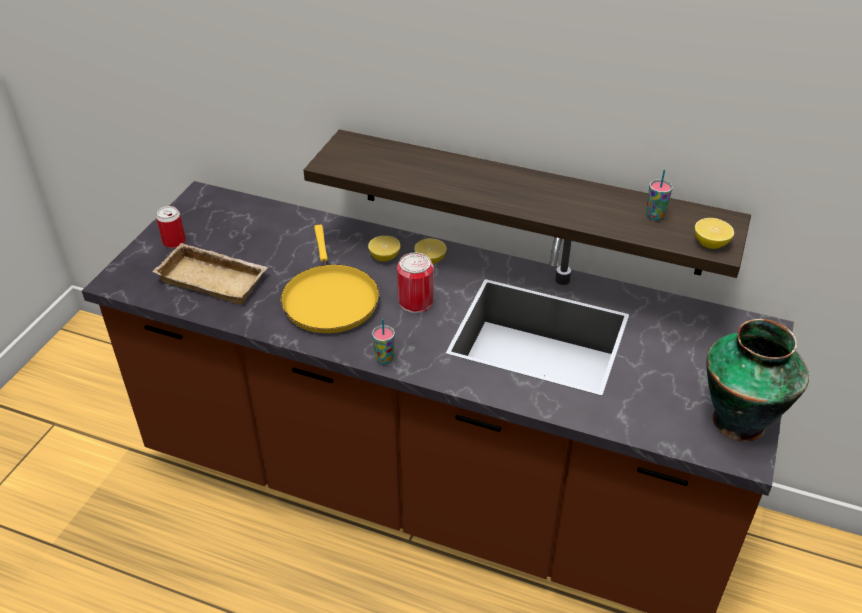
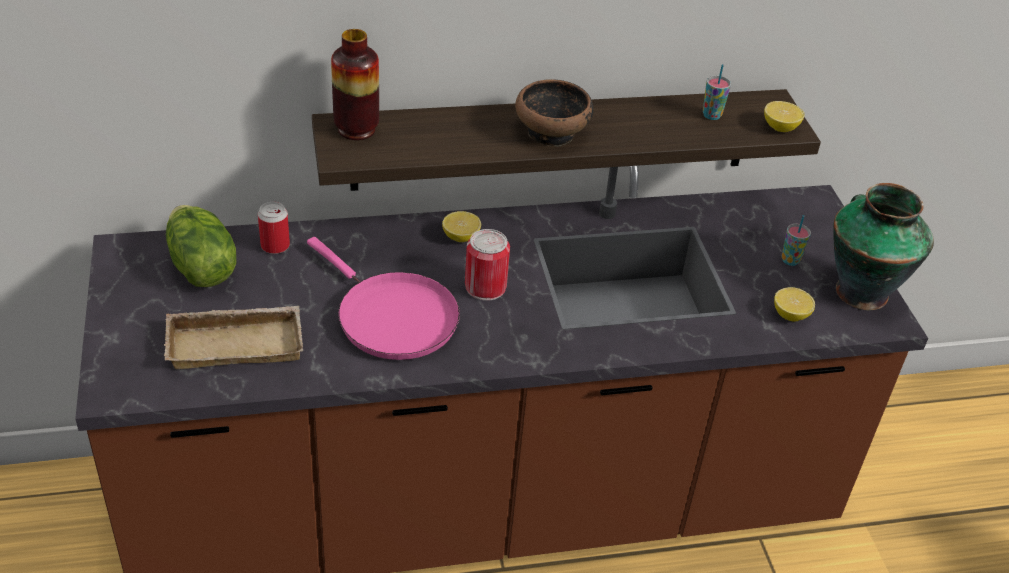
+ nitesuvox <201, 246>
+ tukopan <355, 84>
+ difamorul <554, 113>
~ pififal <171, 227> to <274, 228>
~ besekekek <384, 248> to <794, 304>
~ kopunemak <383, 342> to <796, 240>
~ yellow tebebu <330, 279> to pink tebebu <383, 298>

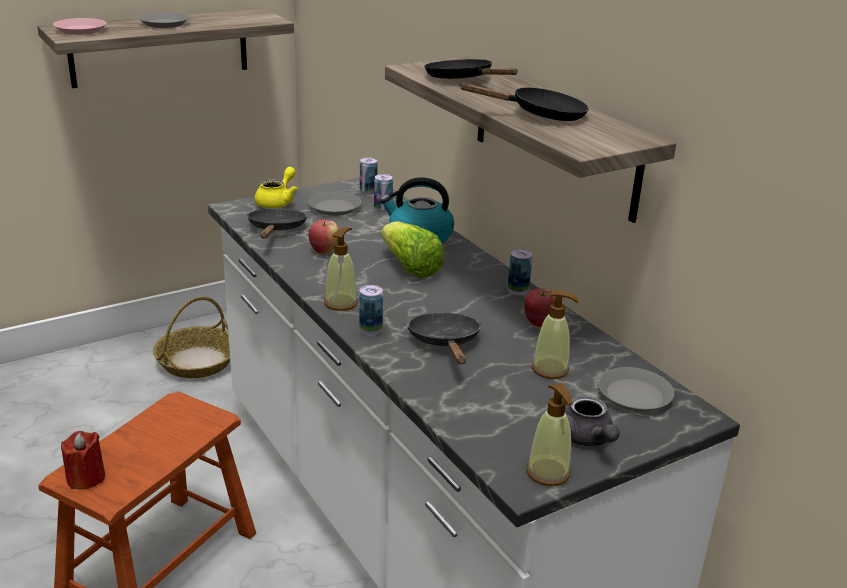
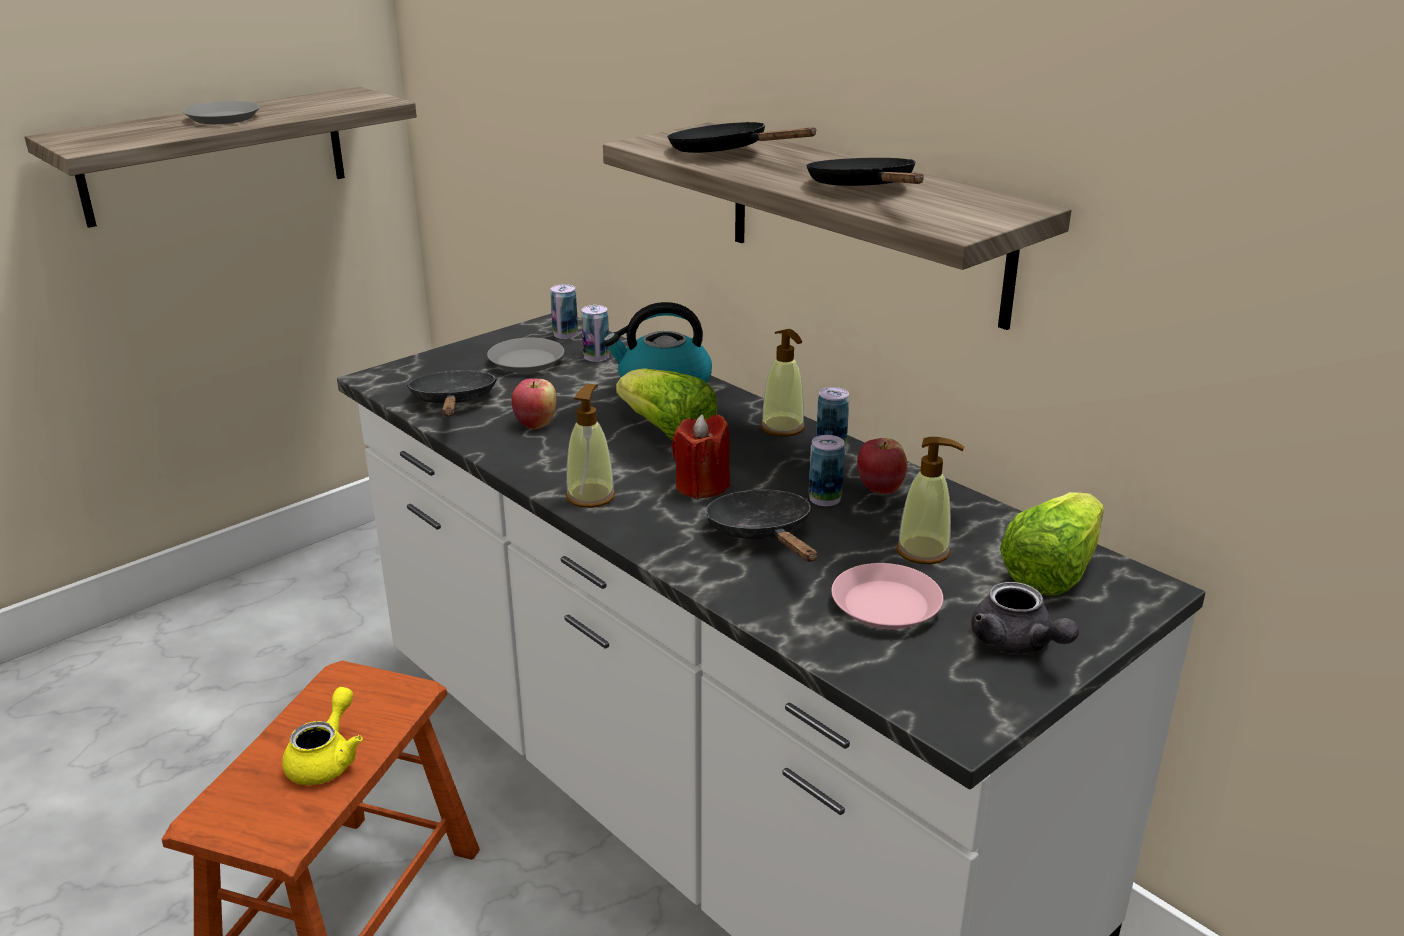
- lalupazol <191, 337>
~ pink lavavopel <79, 26> to <887, 596>
~ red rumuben <83, 460> to <701, 456>
~ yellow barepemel <276, 187> to <322, 736>
~ pififal <371, 310> to <827, 470>
~ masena <549, 434> to <783, 382>
~ grey lavavopel <636, 389> to nitesuvox <1052, 544>
~ black tebebu <524, 102> = <865, 172> 90 degrees counterclockwise

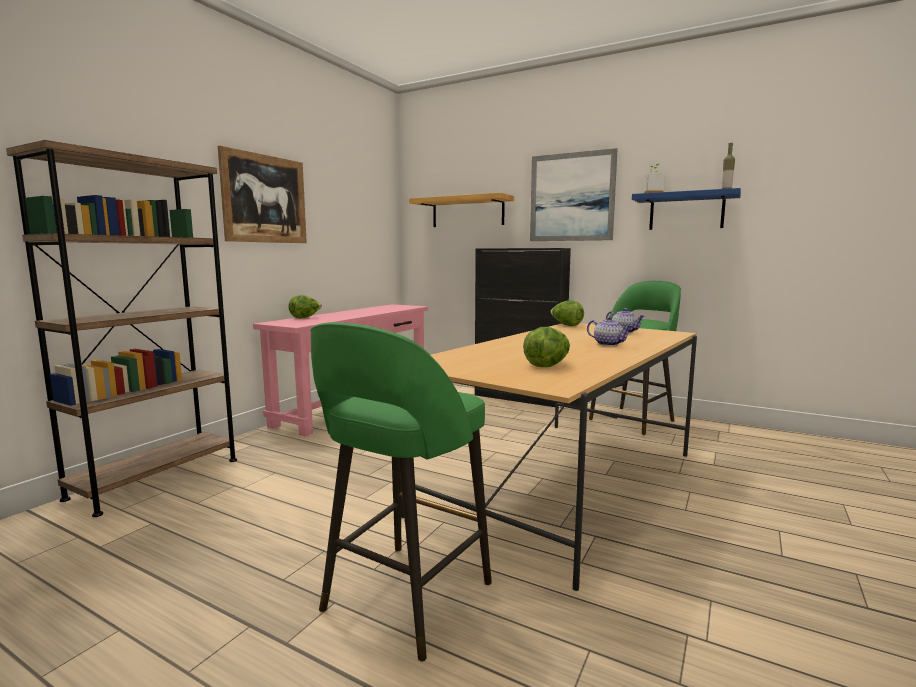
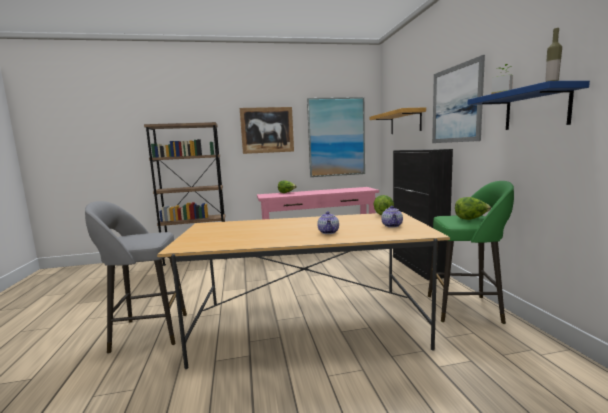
+ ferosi <336, 137>
~ nitesuvox <546, 347> to <473, 208>
~ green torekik <401, 492> to grey torekik <136, 277>

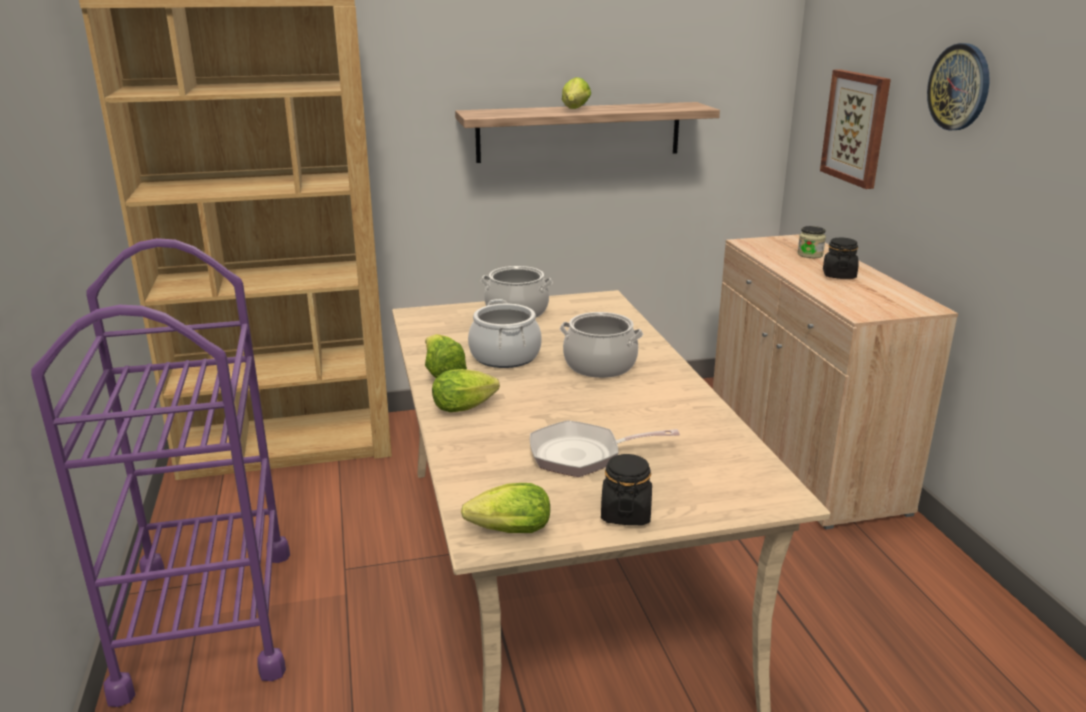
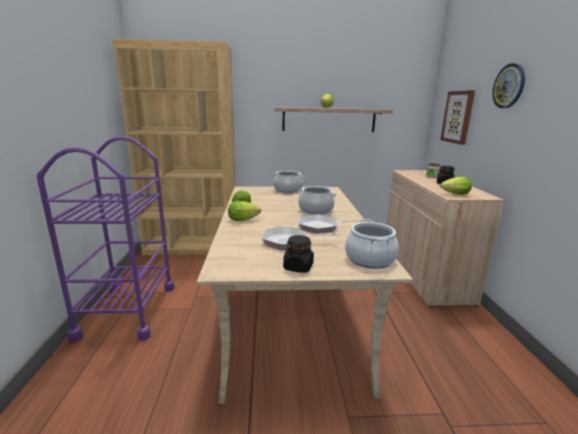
+ tebebu <332, 224>
~ nitesuvox <505, 508> to <456, 186>
~ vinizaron <505, 333> to <372, 243>

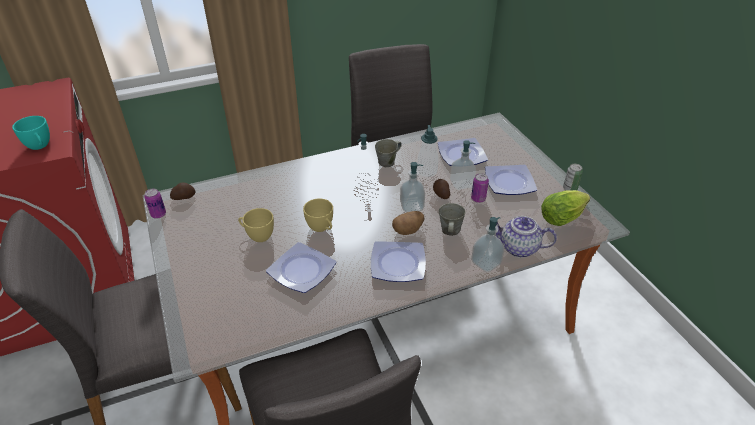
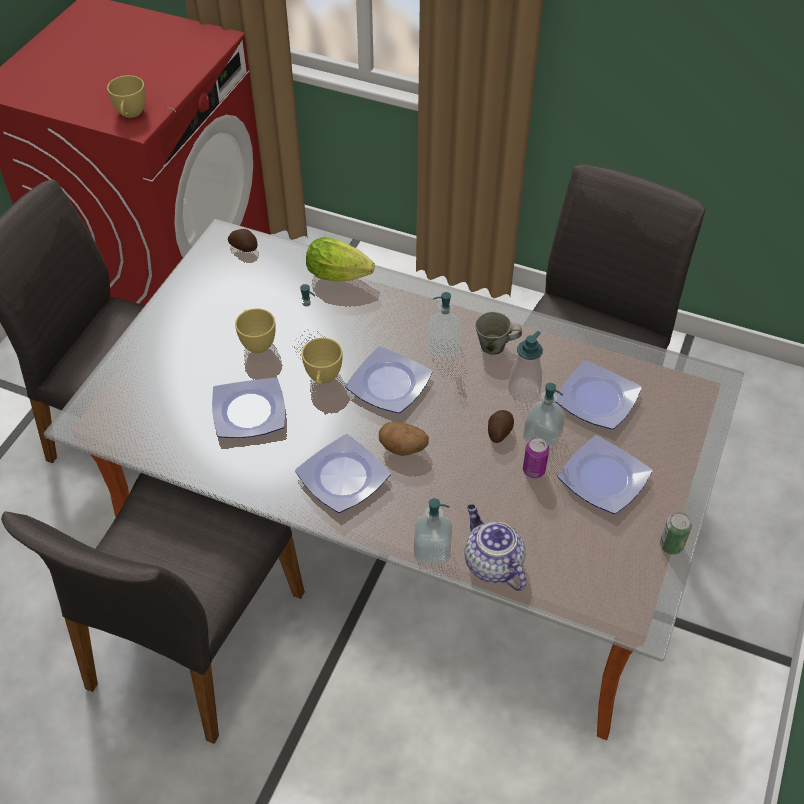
- pififal <155, 203>
- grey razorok <452, 219>
+ lavavopel <388, 379>
~ masena <412, 187> to <309, 315>
~ nitesuvox <565, 208> to <340, 259>
~ turquoise kopunemak <31, 133> to yellow kopunemak <126, 96>

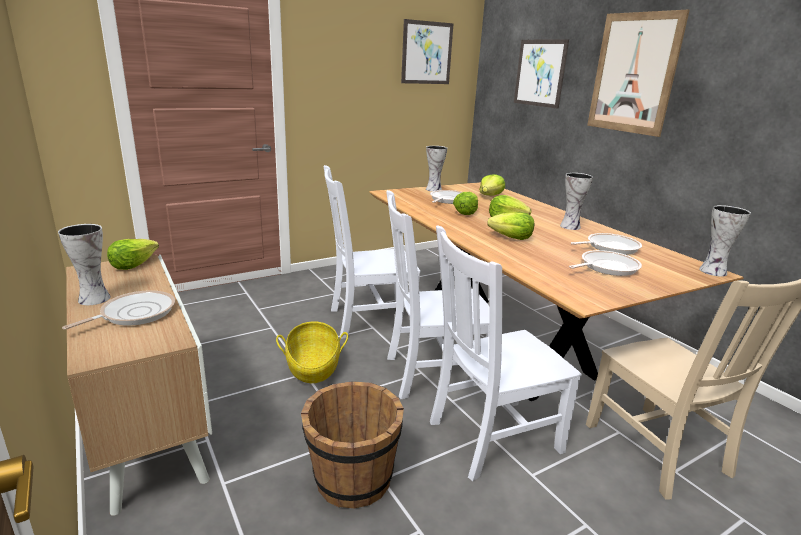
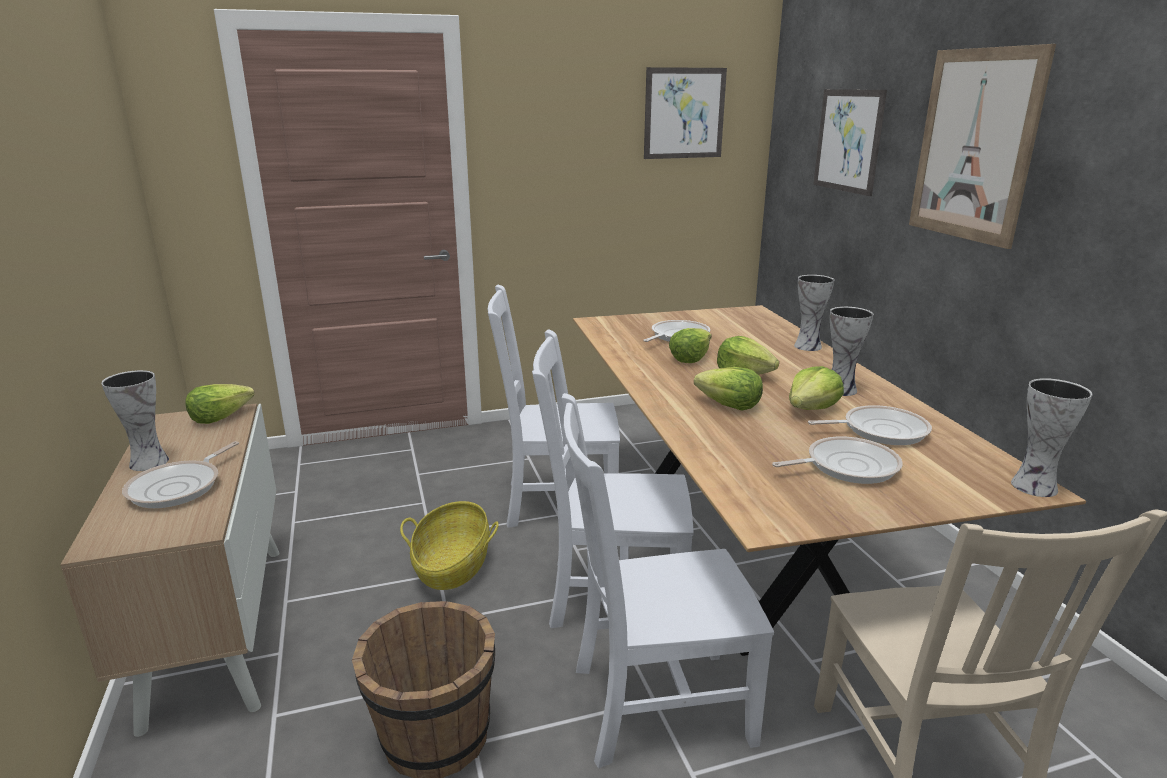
~ tukopan <436, 169> to <814, 313>
~ nitesuvox <492, 184> to <816, 388>
~ tebebu <118, 310> = <180, 474> 150 degrees clockwise

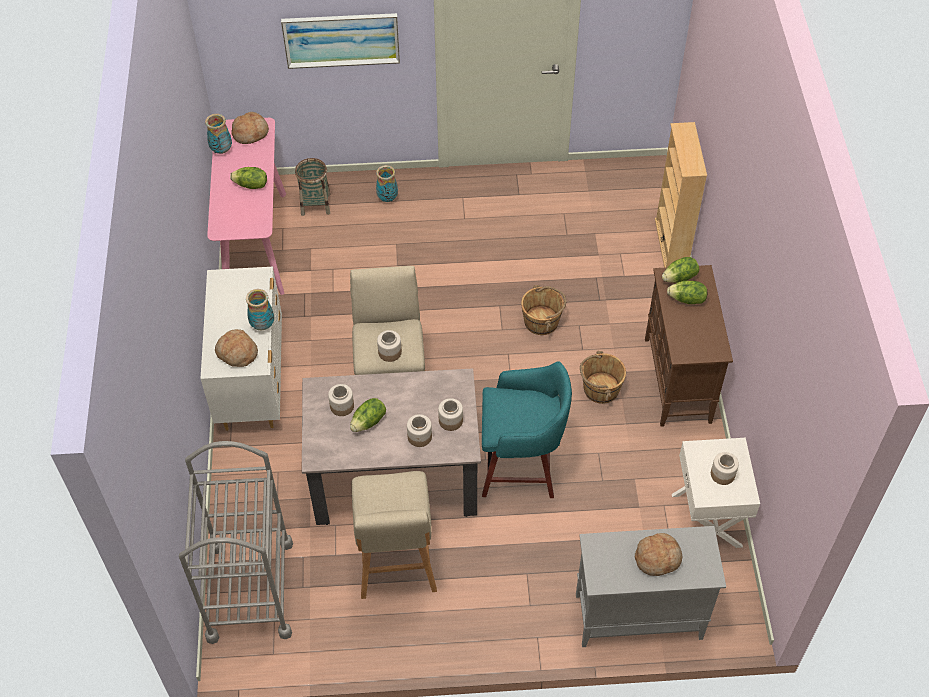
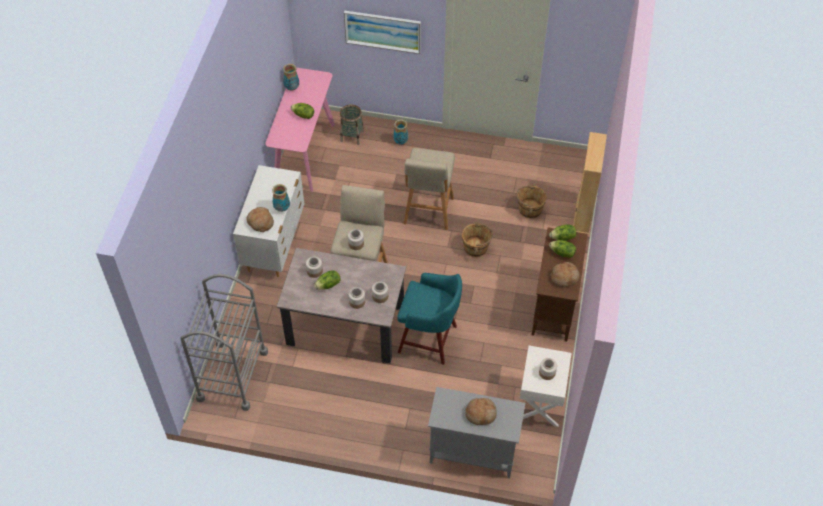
~ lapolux <250, 128> to <565, 274>
~ beige torekik <394, 535> to <429, 189>
~ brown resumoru <603, 377> to <531, 201>

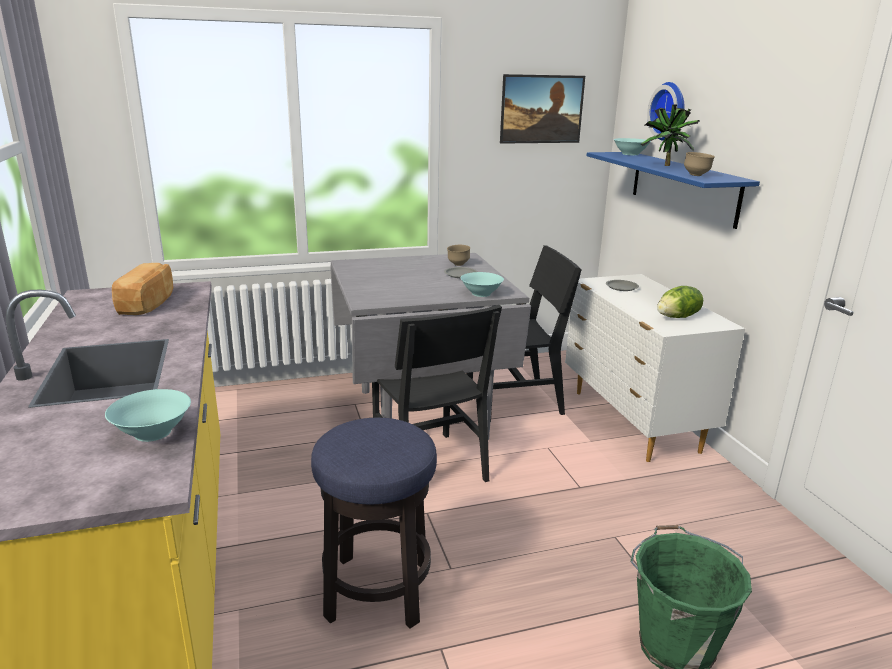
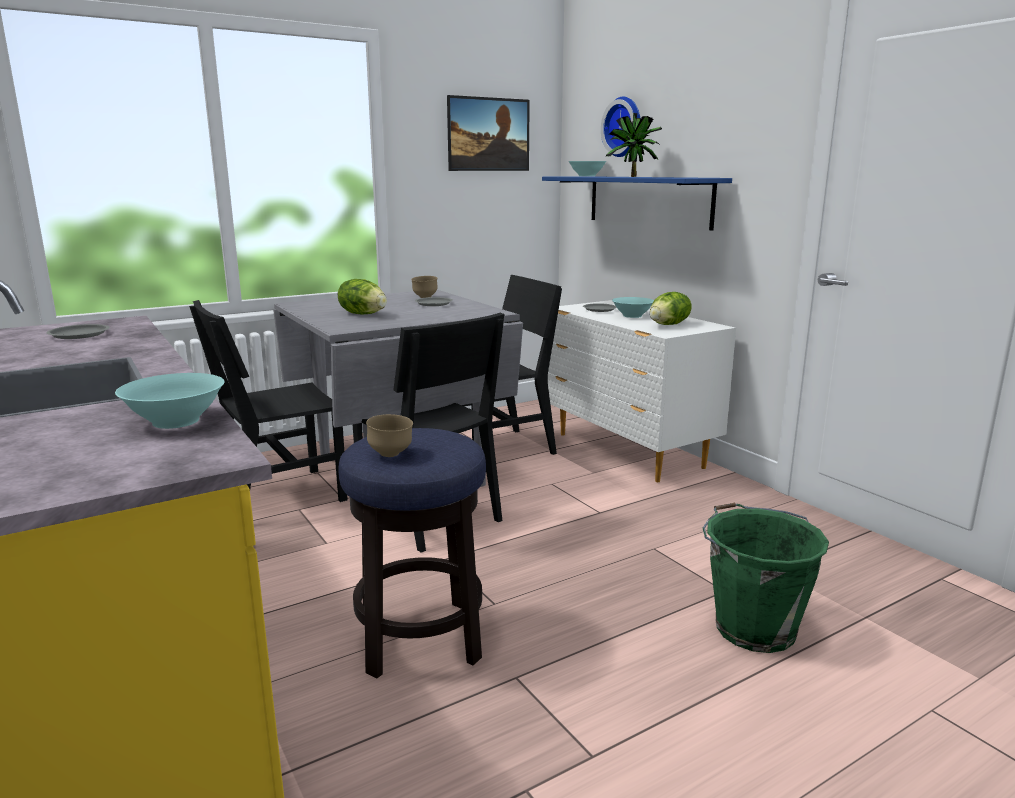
+ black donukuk <268, 401>
+ nitesuvox <362, 296>
~ turquoise difamorul <482, 284> to <633, 307>
~ brown difamorul <699, 164> to <389, 435>
~ lapolux <142, 289> to grey lavavopel <78, 331>

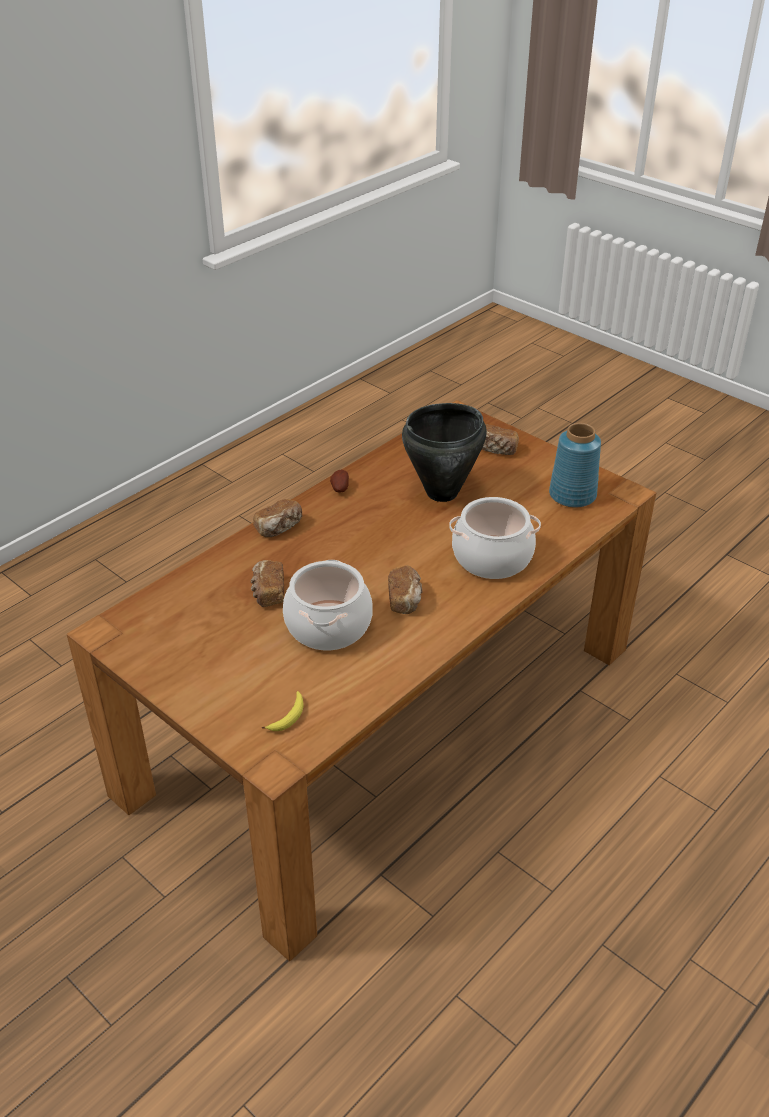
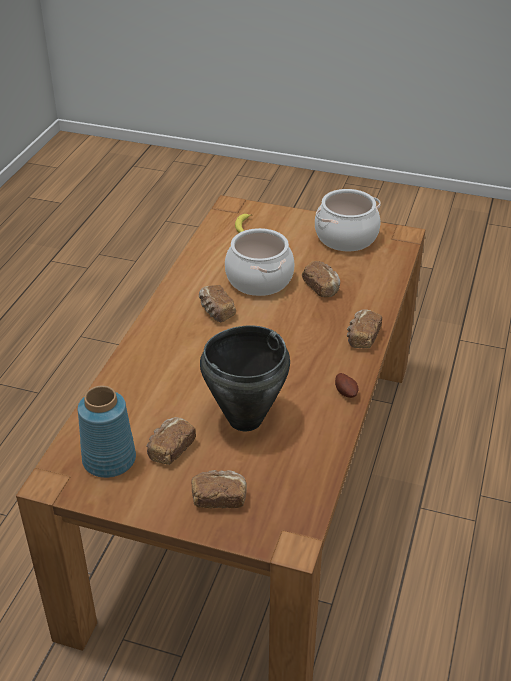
+ lapolux <171, 441>
~ vinizaron <495, 538> to <348, 220>

